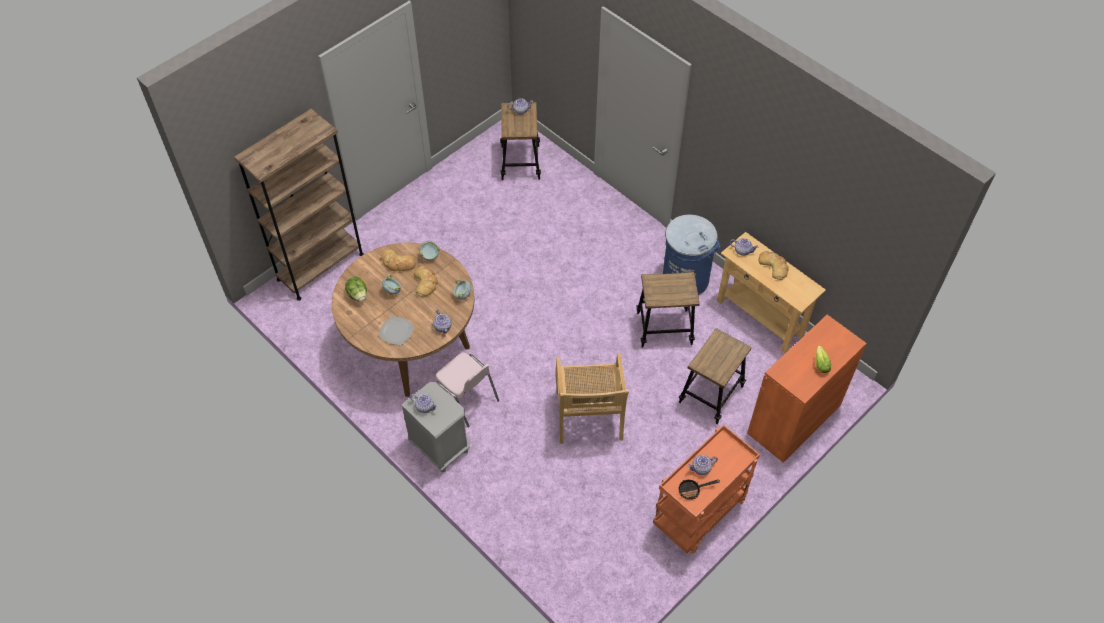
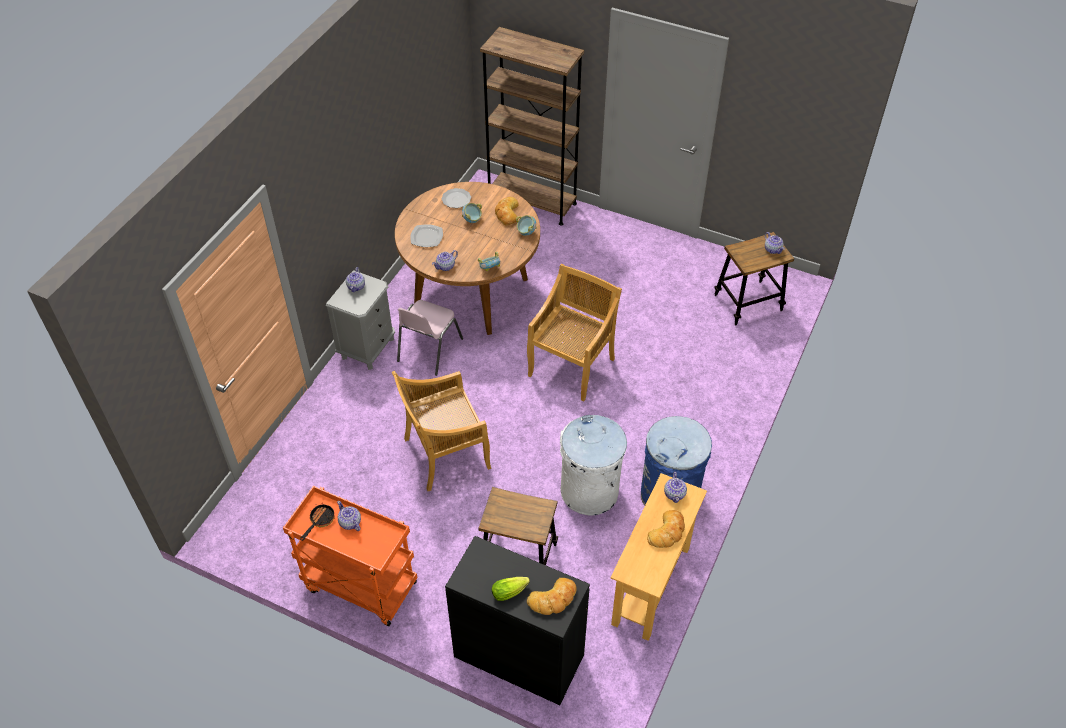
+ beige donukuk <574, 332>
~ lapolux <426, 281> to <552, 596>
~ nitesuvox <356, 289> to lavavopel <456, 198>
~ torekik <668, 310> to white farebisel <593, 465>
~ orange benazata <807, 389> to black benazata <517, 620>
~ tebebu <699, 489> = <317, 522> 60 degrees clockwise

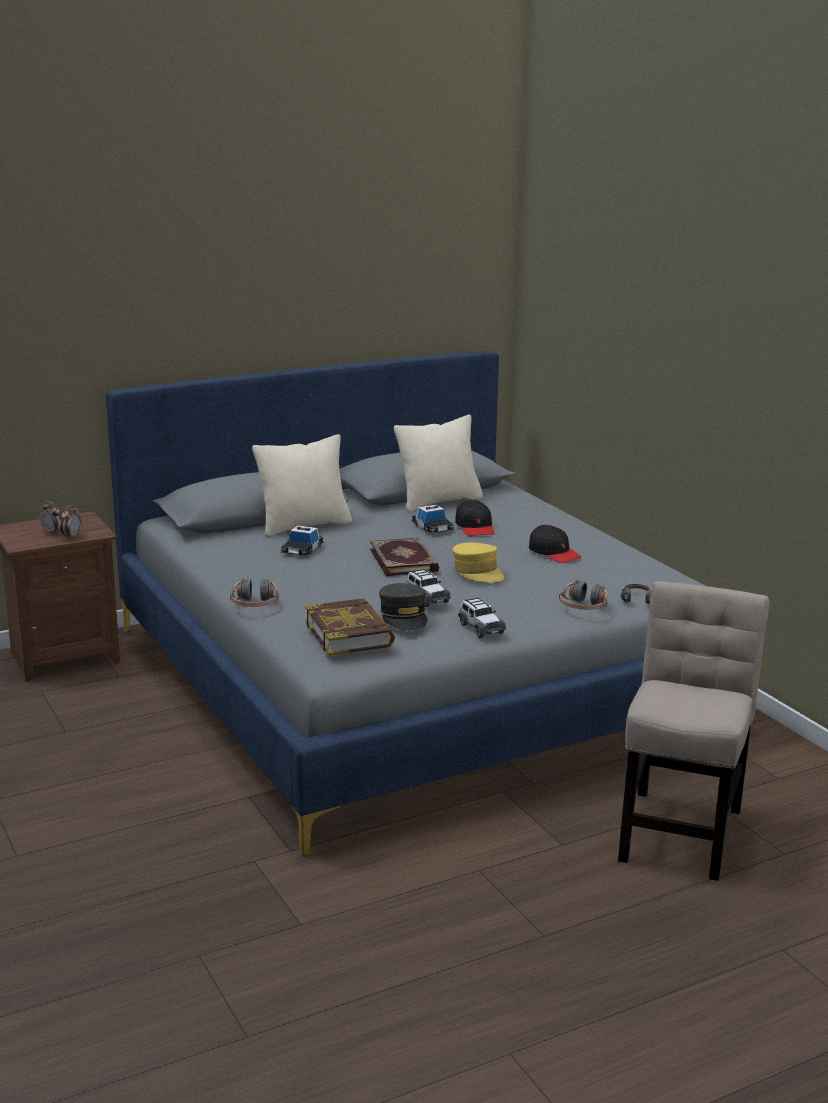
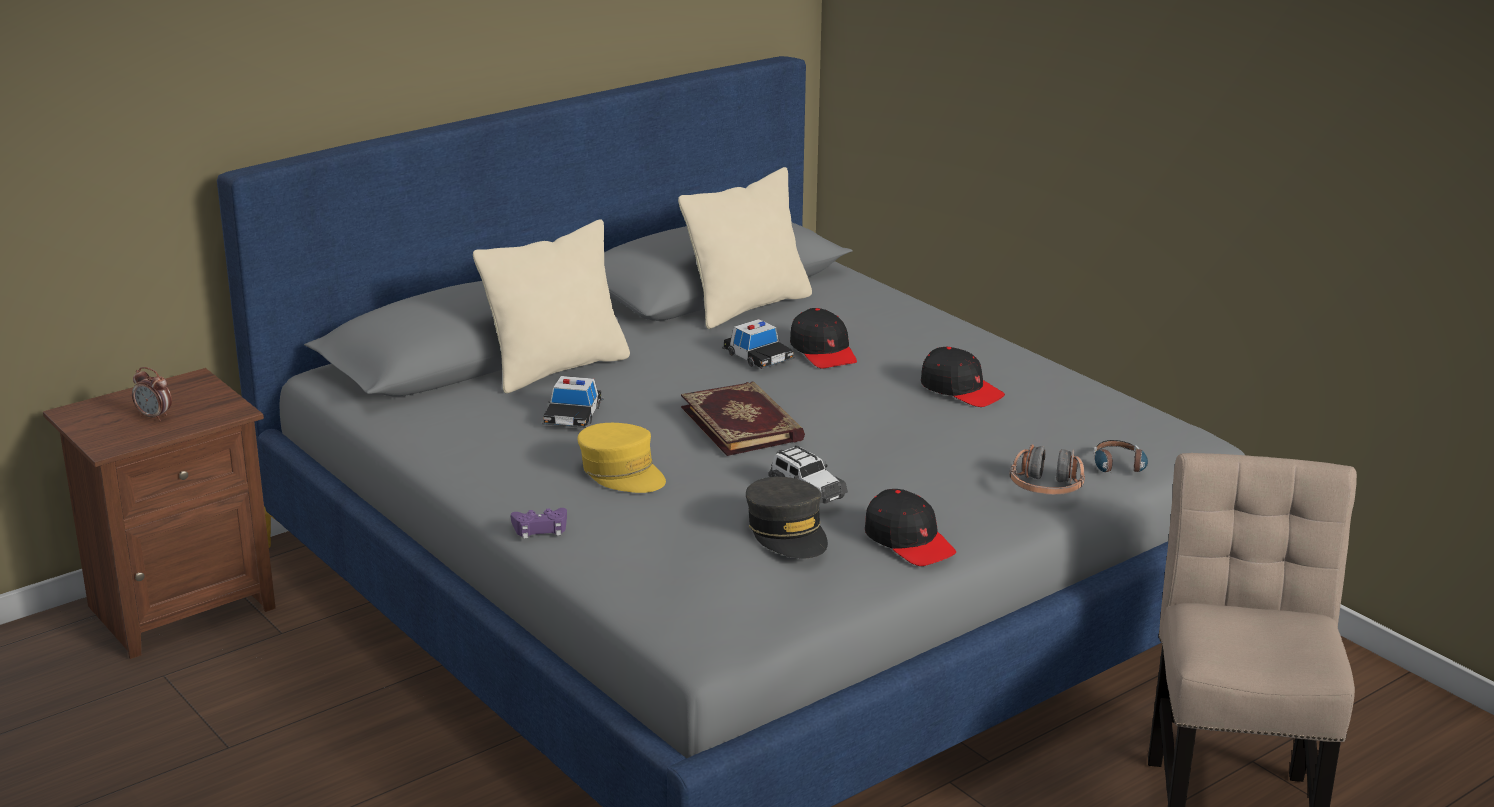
- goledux <70, 522>
- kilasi <350, 627>
~ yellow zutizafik <478, 563> to <621, 458>
~ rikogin <254, 593> to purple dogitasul <539, 523>
~ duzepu <482, 617> to black zutizafik <910, 527>

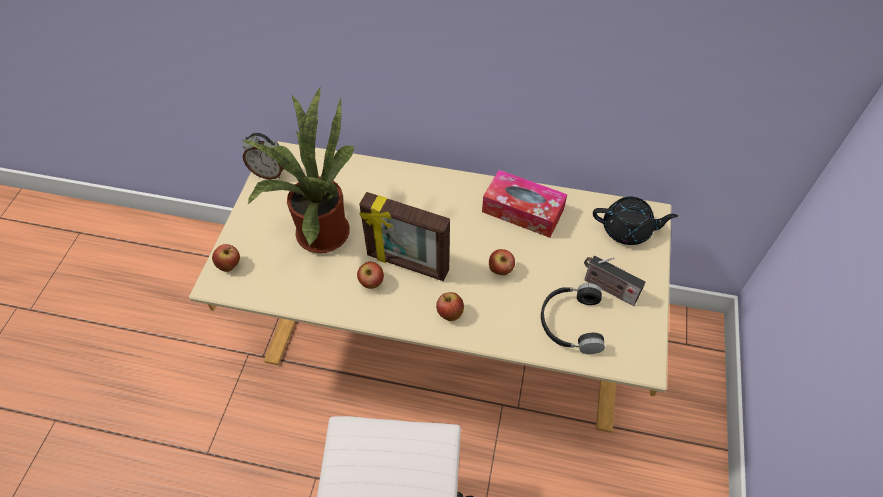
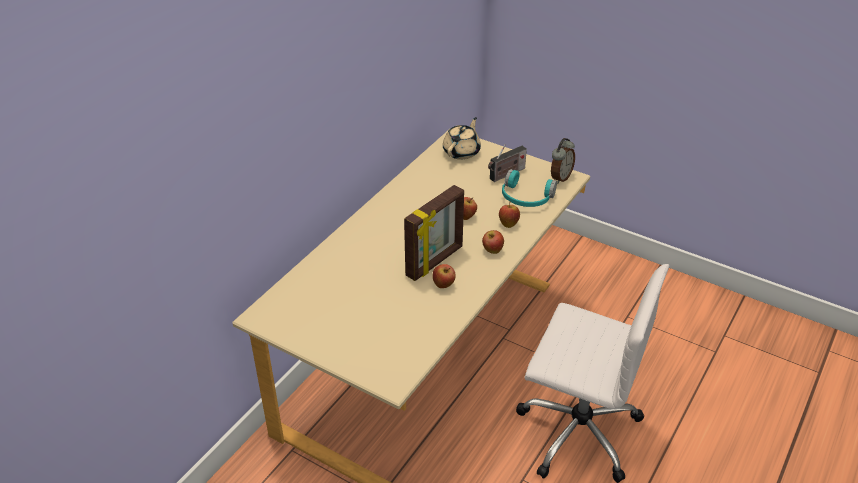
- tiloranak <298, 170>
- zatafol <524, 204>
~ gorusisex <226, 258> to <509, 214>
~ goledux <263, 156> to <563, 161>
~ black rikogin <573, 318> to turquoise rikogin <529, 188>
~ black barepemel <635, 221> to beige barepemel <462, 138>

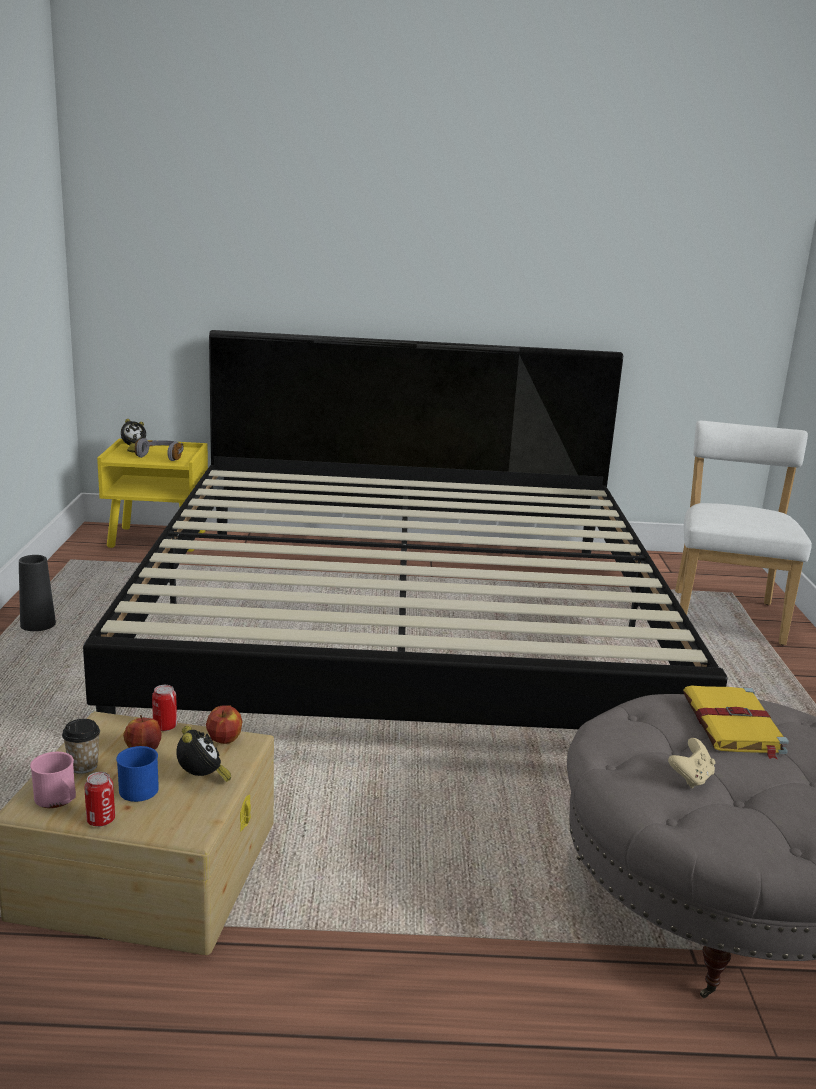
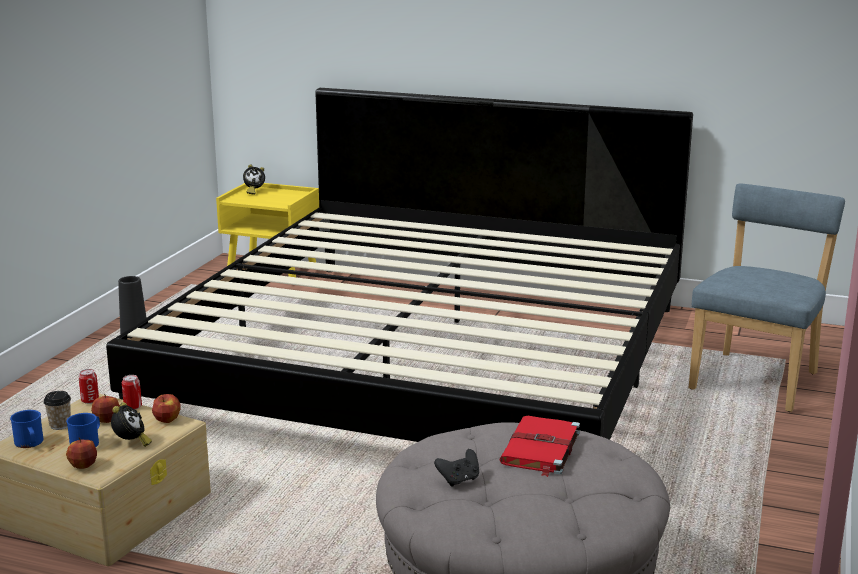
- grey rikogin <159, 449>
+ gorusisex <81, 453>
~ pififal <99, 799> to <89, 386>
~ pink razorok <53, 780> to blue razorok <26, 429>
~ beige dogitasul <691, 763> to black dogitasul <456, 468>
~ white donukuk <743, 533> to blue donukuk <767, 297>
~ yellow kilasi <736, 722> to red kilasi <539, 446>

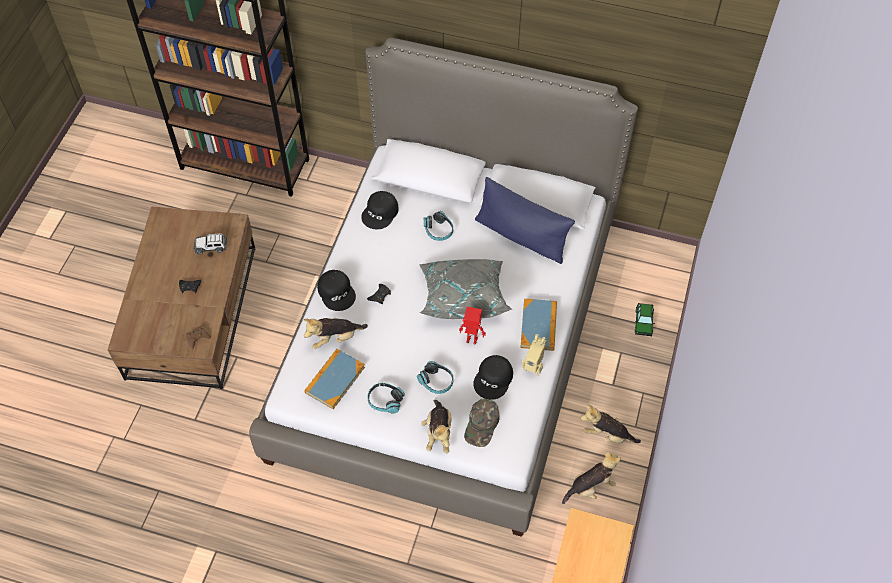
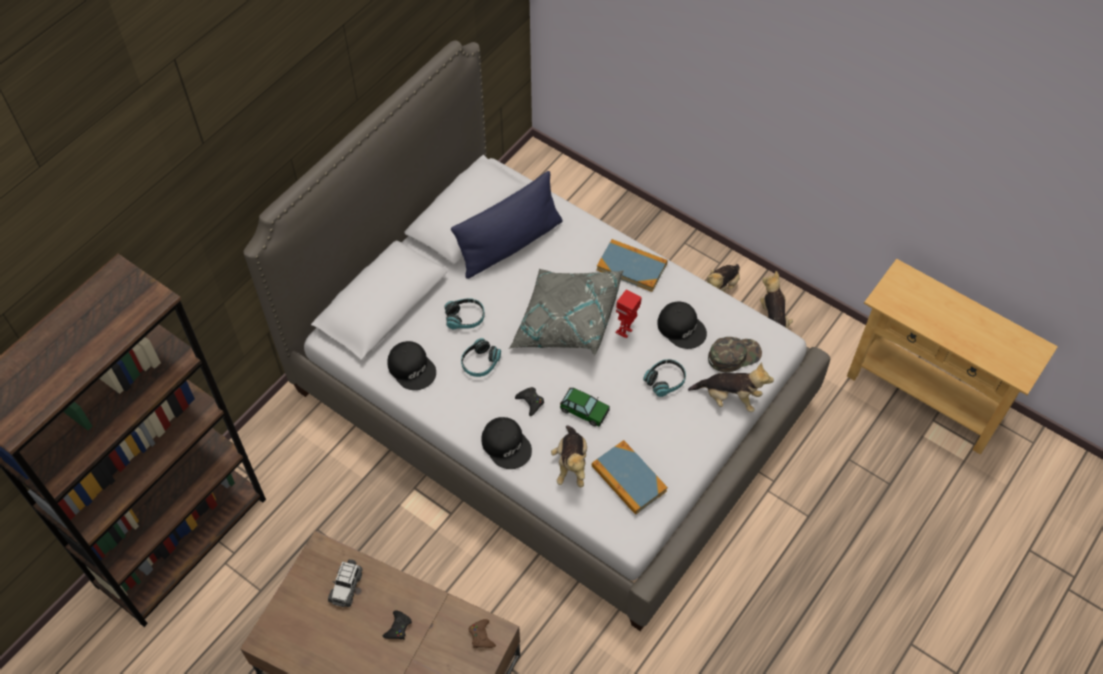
- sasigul <534, 355>
~ rikogin <386, 398> to <481, 357>
~ duzepu <645, 319> to <585, 407>
~ black zutizafik <336, 290> = <506, 443> 60 degrees clockwise
~ green zutizafik <482, 423> = <735, 354> 60 degrees counterclockwise

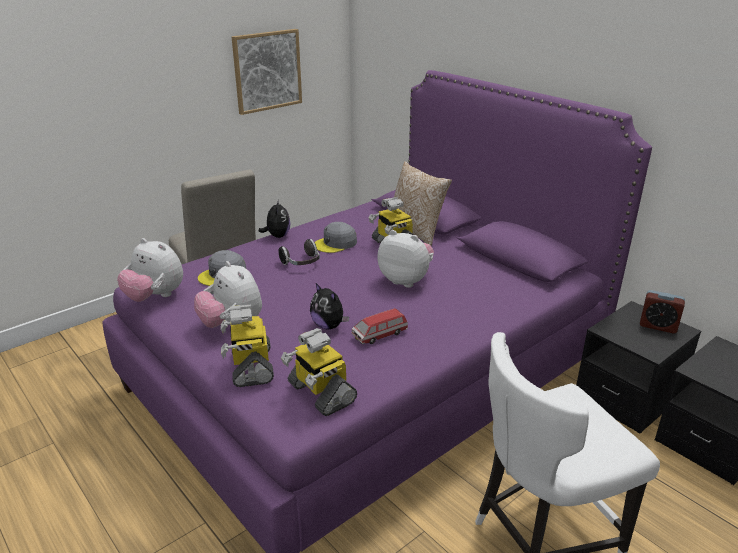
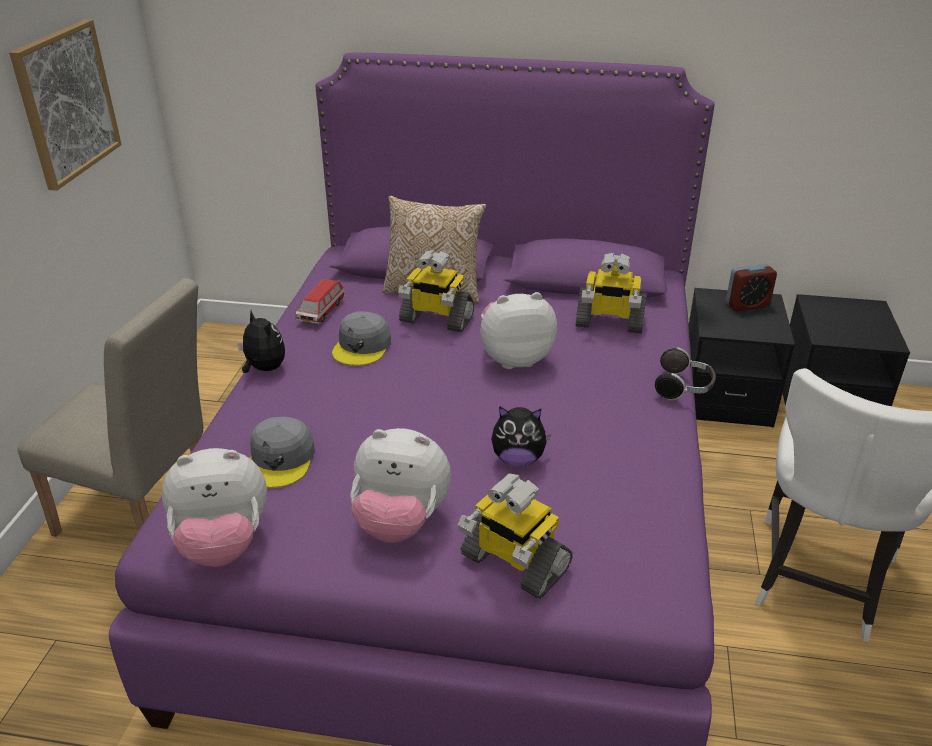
~ rikogin <299, 252> to <685, 373>
~ sasigul <319, 372> to <611, 293>
~ duzepu <379, 326> to <320, 301>

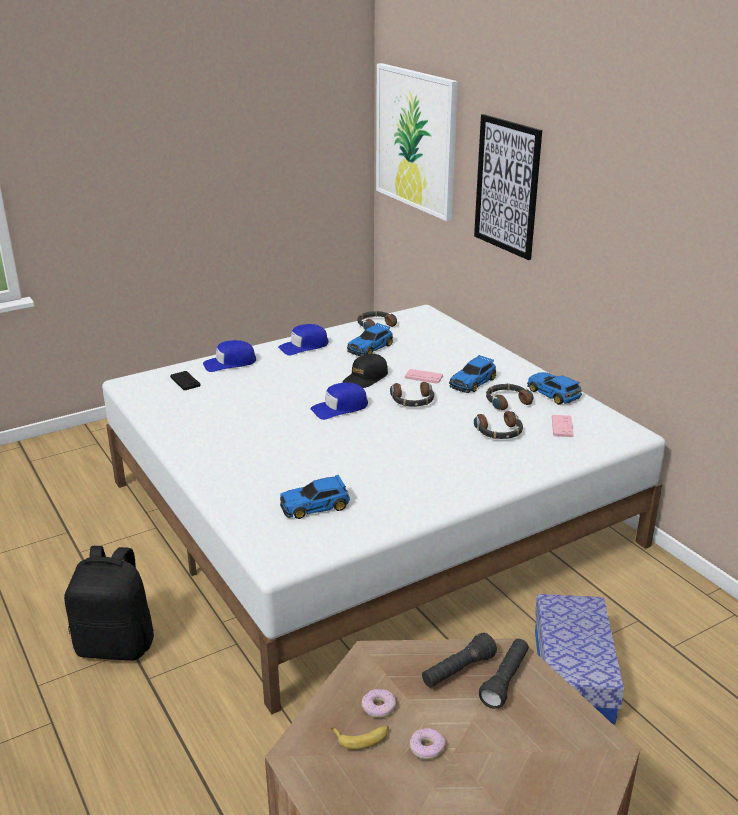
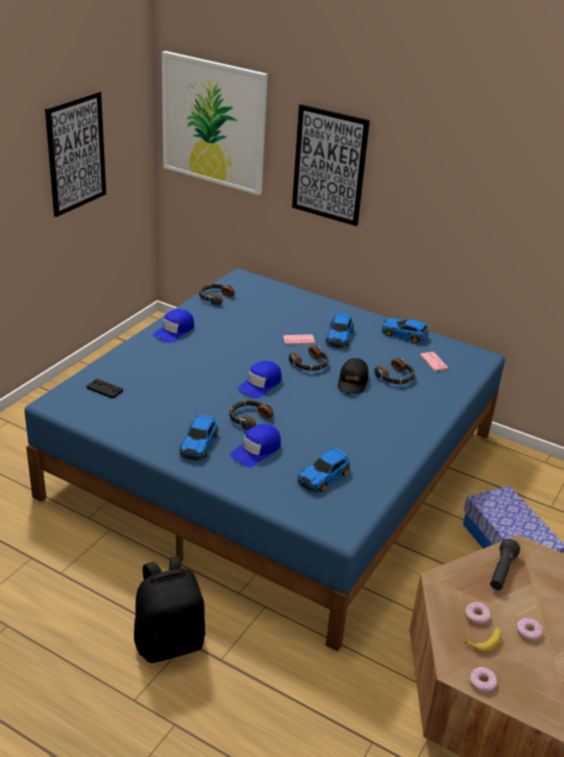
- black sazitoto <504, 674>
+ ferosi <75, 154>
+ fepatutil <483, 679>
~ blue zutizafik <229, 356> to <255, 446>
~ black zutizafik <365, 371> to <353, 376>
~ duzepu <370, 339> to <199, 437>
~ rikogin <509, 396> to <251, 415>
~ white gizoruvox <384, 509> to blue gizoruvox <264, 460>

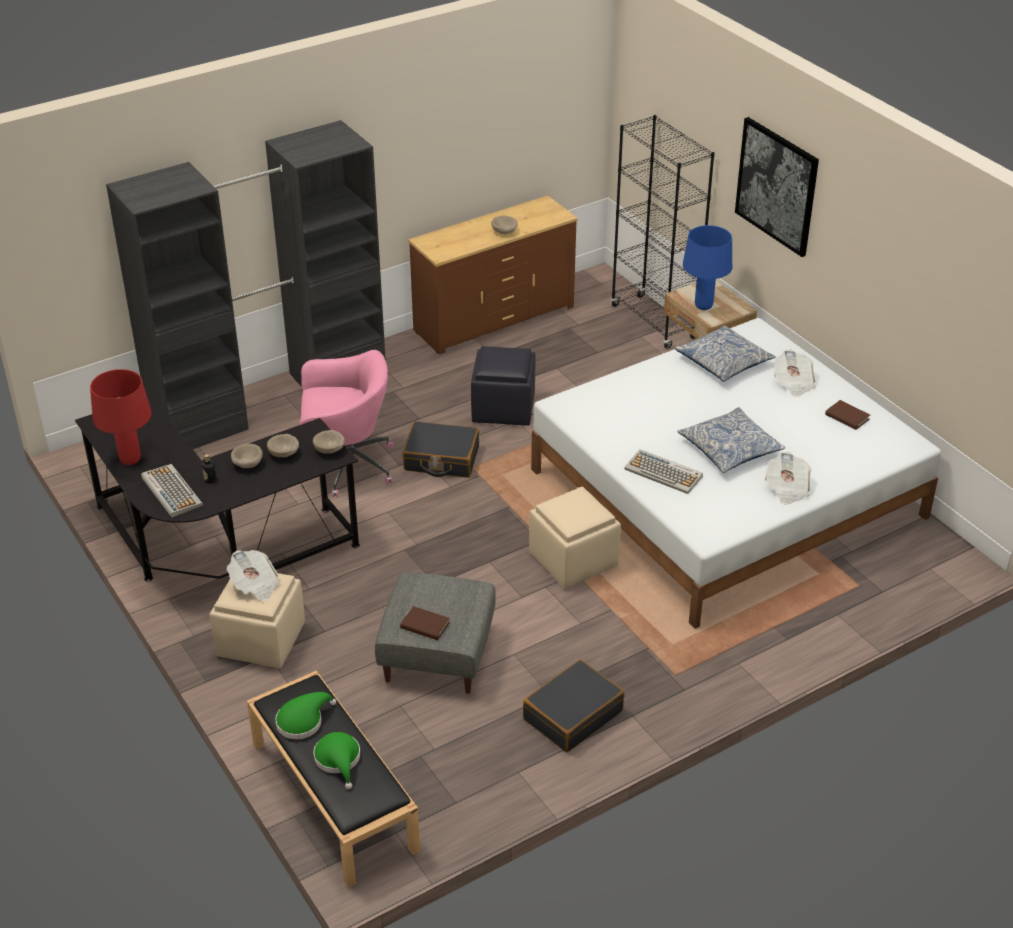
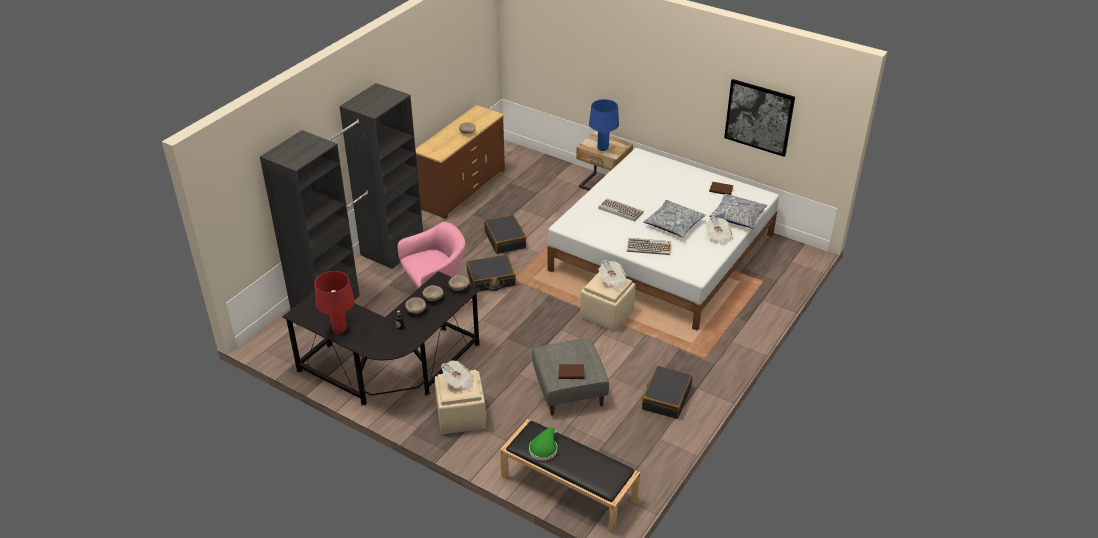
- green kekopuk <337, 760>
- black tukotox <663, 232>
~ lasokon <172, 491> to <620, 209>
~ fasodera <724, 353> to <738, 211>
~ ferosi <777, 187> to <759, 118>
~ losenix <795, 373> to <613, 275>
~ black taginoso <503, 386> to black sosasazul <505, 234>

